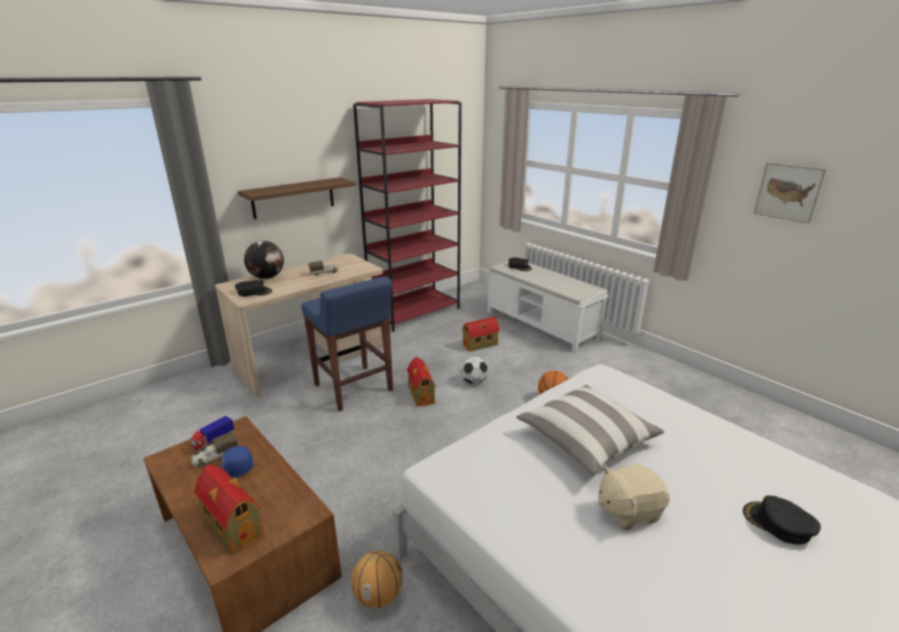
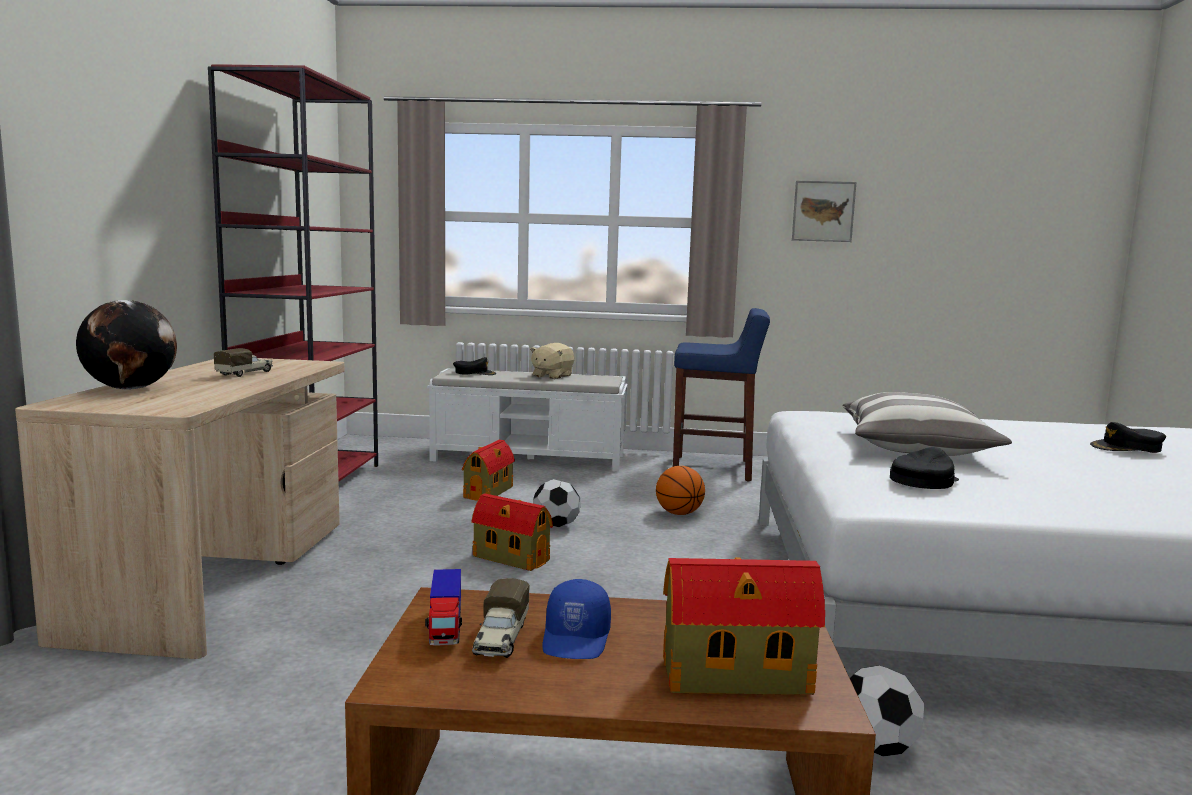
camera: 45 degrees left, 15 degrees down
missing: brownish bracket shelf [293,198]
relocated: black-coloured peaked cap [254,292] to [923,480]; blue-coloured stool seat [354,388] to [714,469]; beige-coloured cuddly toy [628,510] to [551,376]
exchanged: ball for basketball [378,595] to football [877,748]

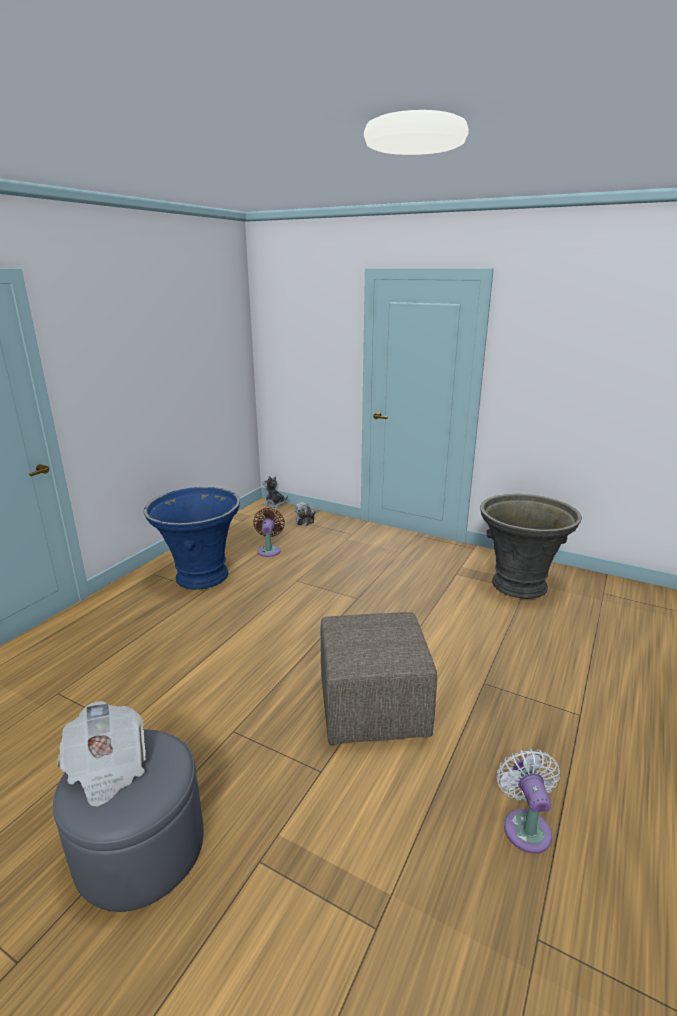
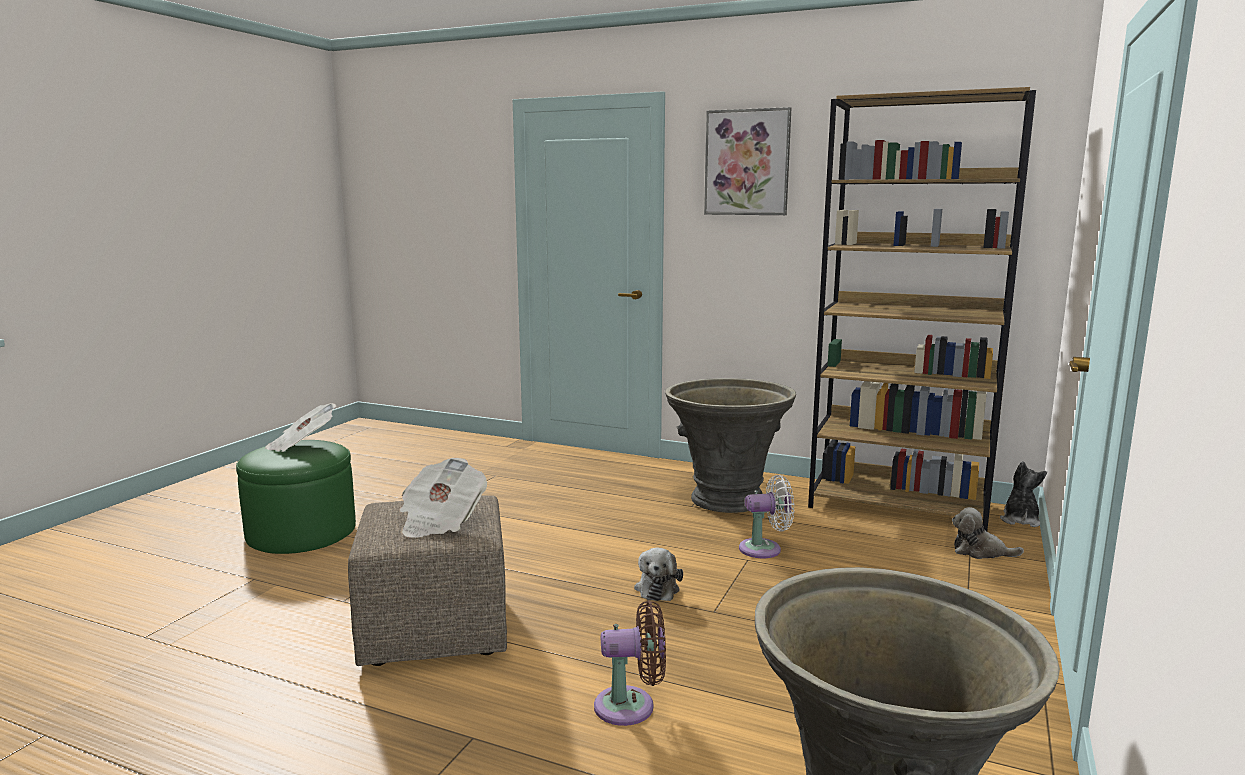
camera: 85 degrees right, 10 degrees down
appeared: printed paper [440,521]; cuddly toy [657,588]; picture [747,162]; brownish bookshelf [899,505]
relocated: brownish cooling fan [269,550] to [631,706]; white-coloured cooling fan [525,826] to [764,549]
colour: gray ottoman [140,847] to green ottoman [301,532]; blue-coloured planter [200,576] to gray planter [726,499]

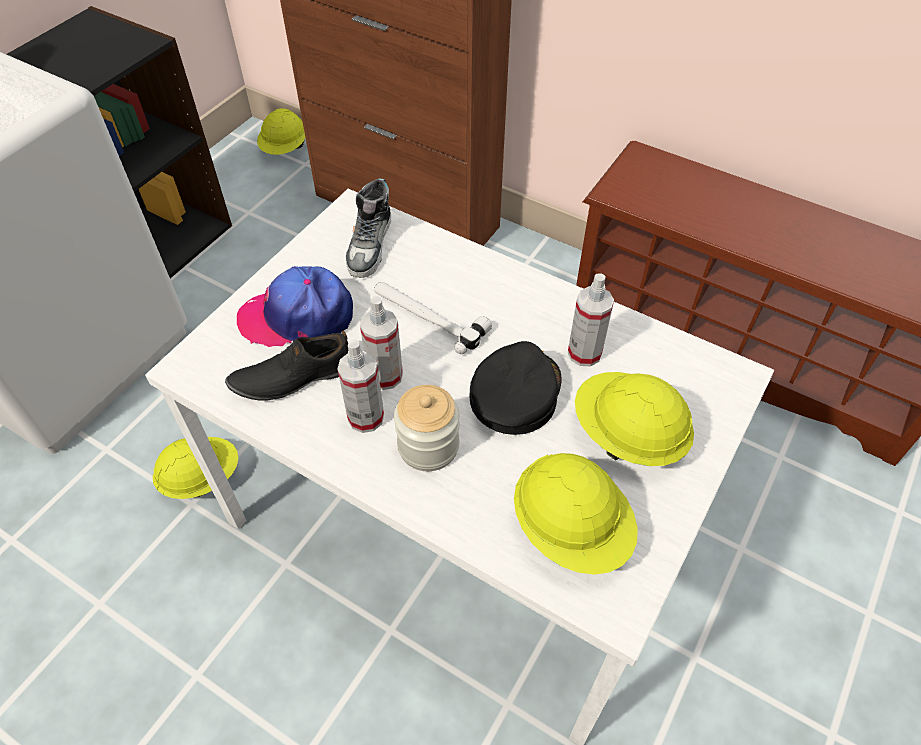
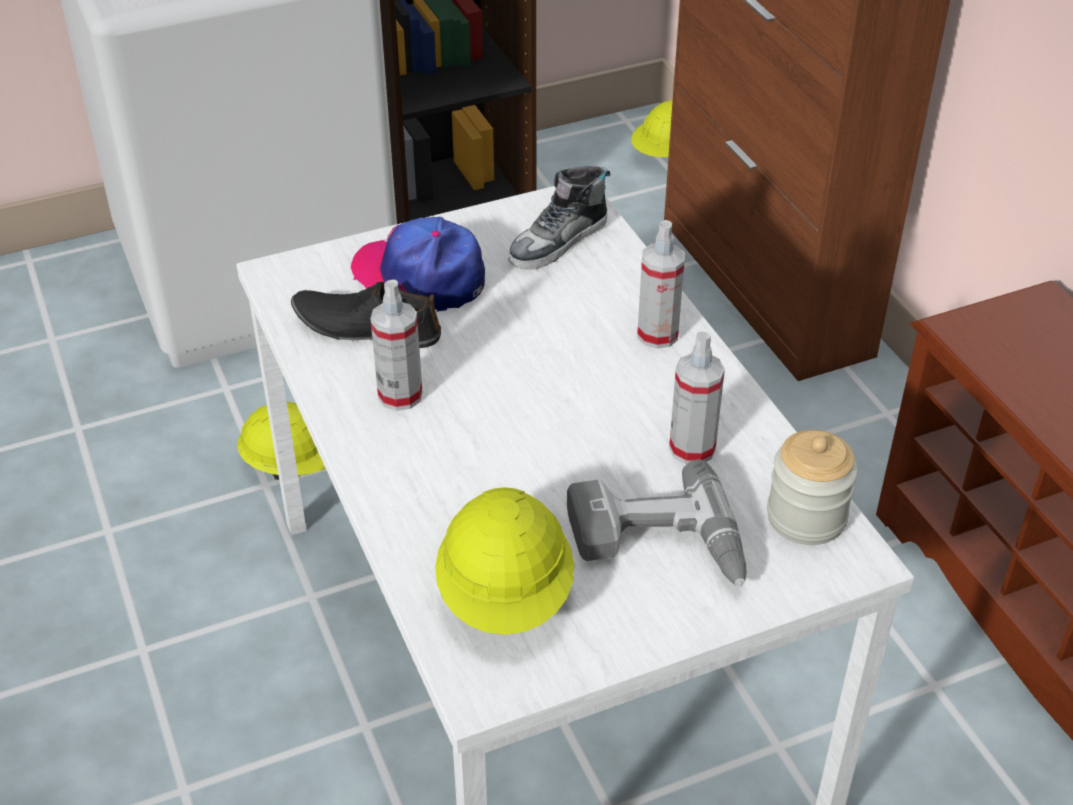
camera: 35 degrees right, 10 degrees down
missing: hand hammer [428,316]; black-coloured peaked cap [515,392]
relocated: sprayer [385,376] to [657,334]; preserve jar [428,446] to [806,517]
exchanged: yellowish hard hat [627,435] to electric drill [657,547]

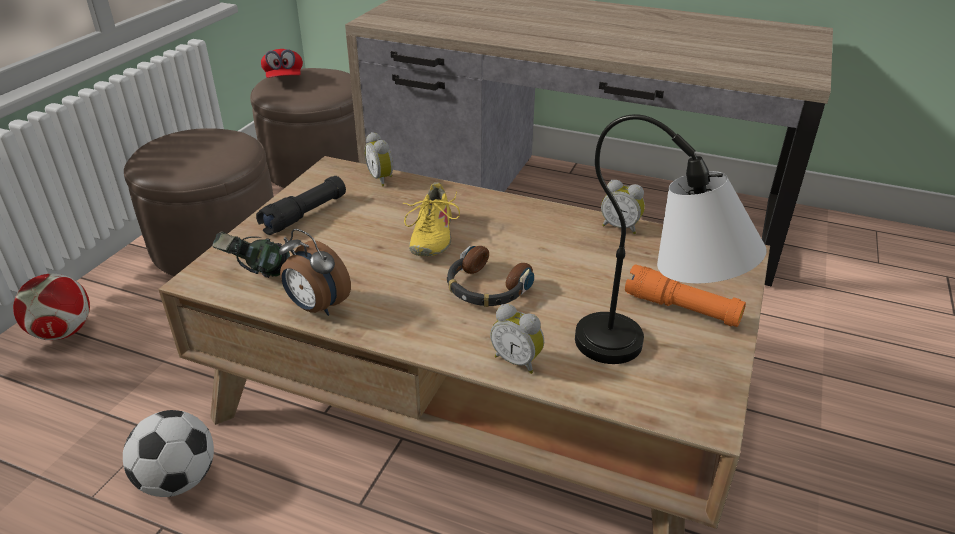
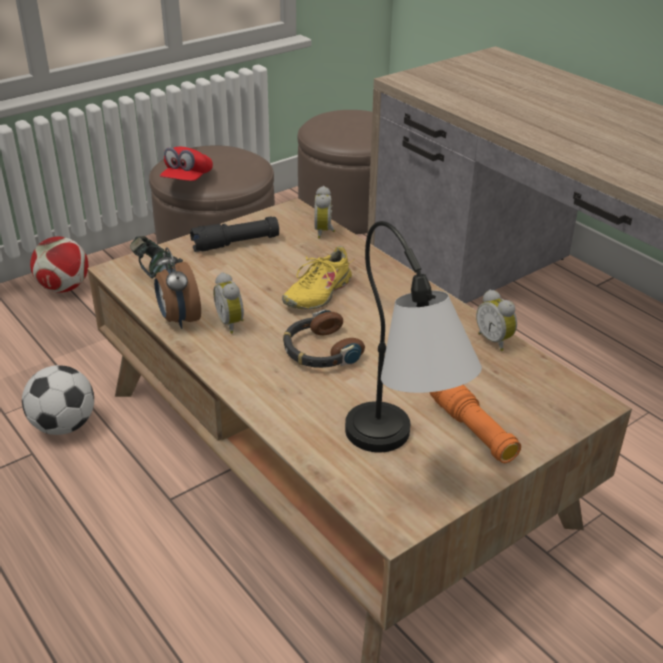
camera: 30 degrees right, 0 degrees up
relocated: red peaked cap [284,79] to [187,180]; table clock [517,360] to [232,323]

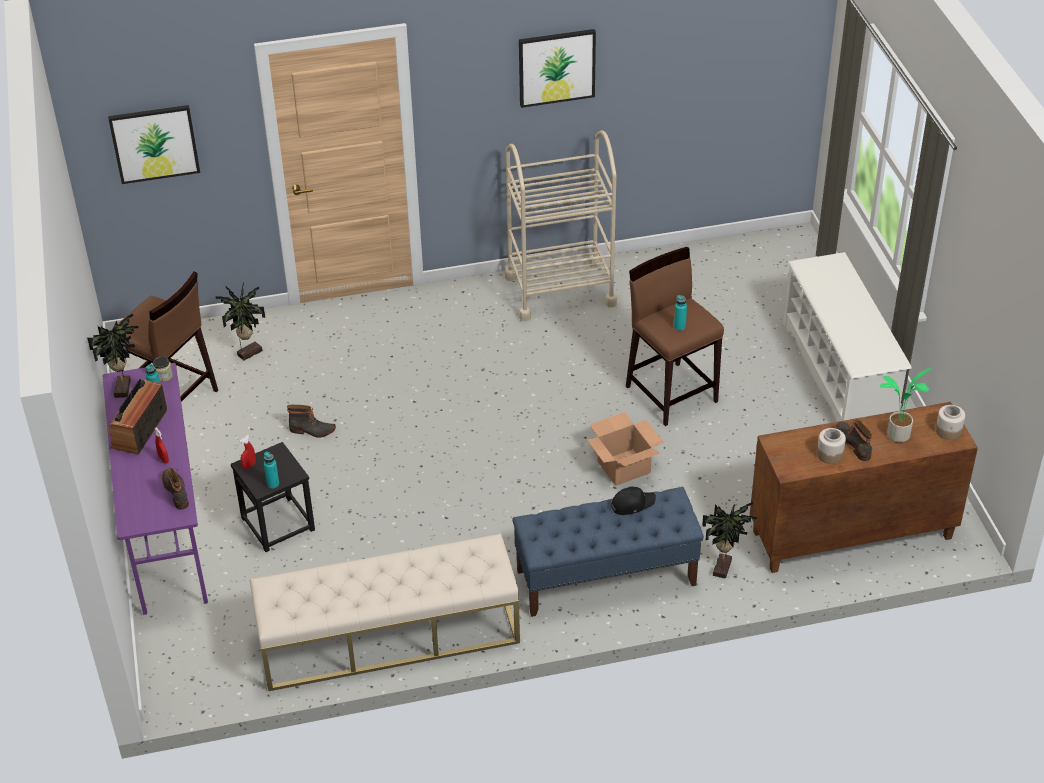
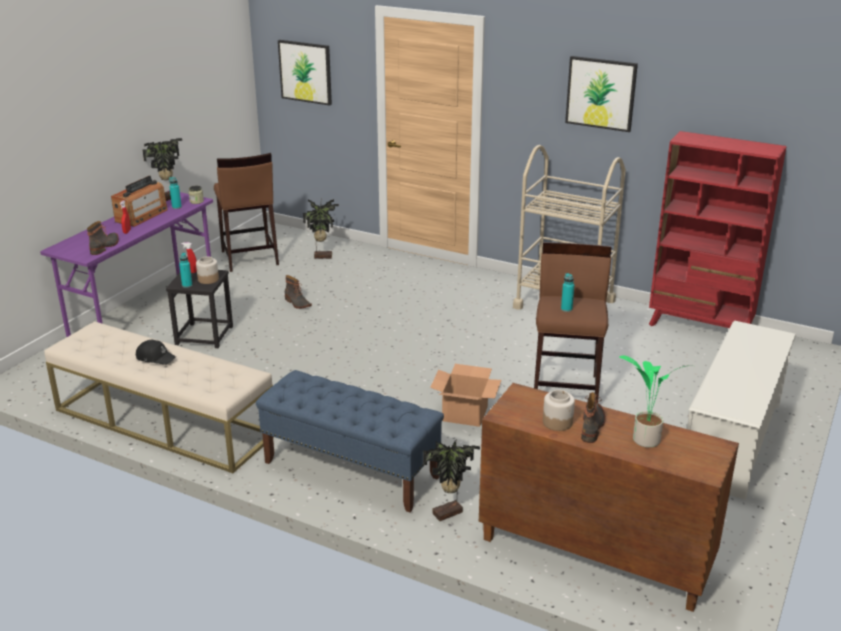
camera: 40 degrees right, 15 degrees down
appeared: red bookshelf [700,327]
relocated: black-coloured peaked cap [632,504] to [155,357]; preserve jar [948,431] to [208,279]
spun: radio set [140,429] = [141,216] 150 degrees clockwise

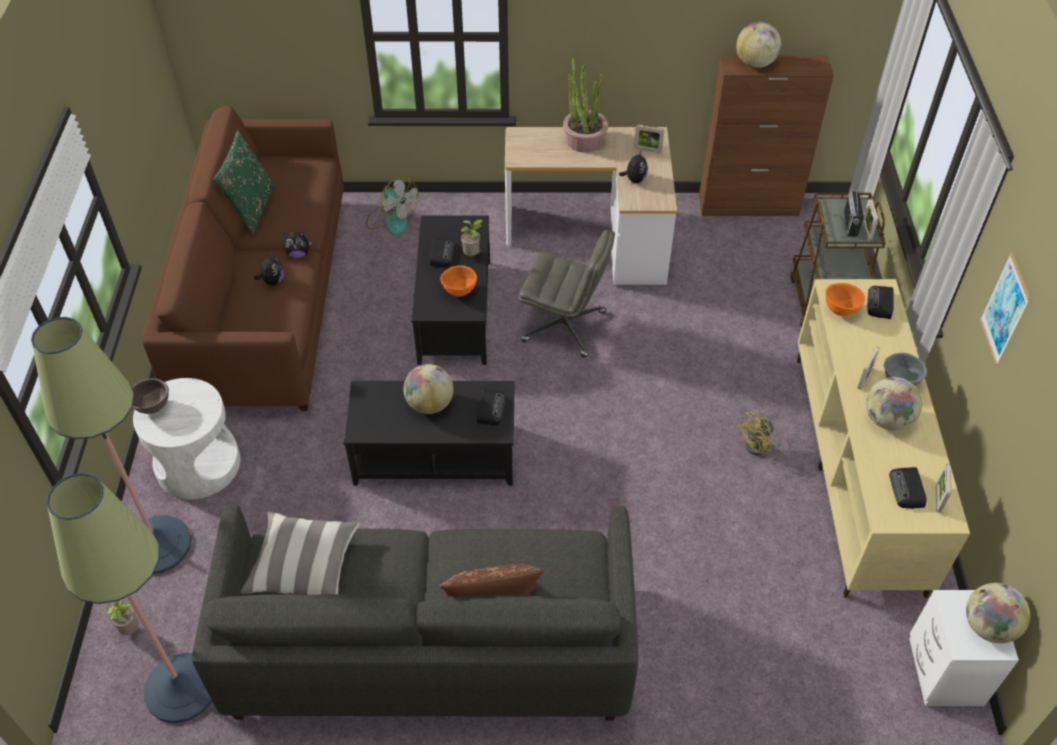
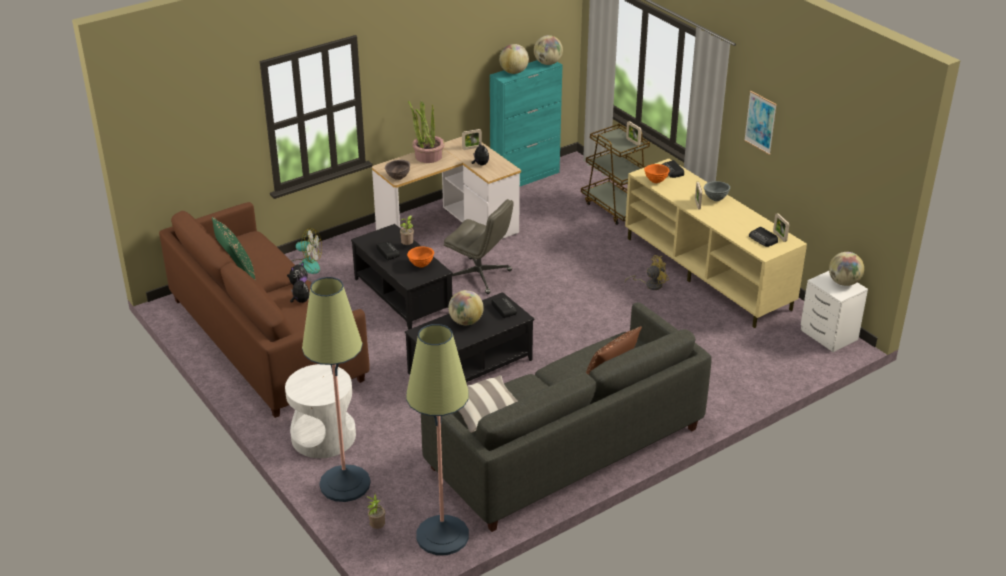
camera: 35 degrees left, 15 degrees down
missing: radio set [850,224]
relocated: brownish bowl [153,407] to [398,178]; globe [887,420] to [547,63]
colour: brownish storage cabinet [749,205] to turquoise storage cabinet [525,177]
spun: gray office chair [565,326] = [480,276] 45 degrees clockwise; yellowish cooling fan [762,448] = [650,285] 135 degrees counterclockwise

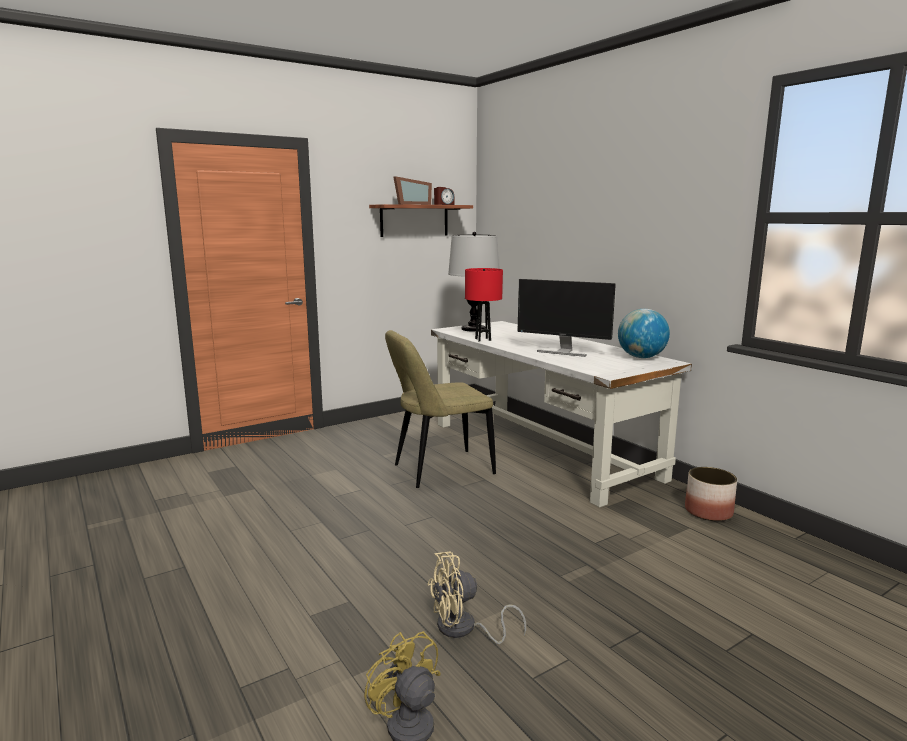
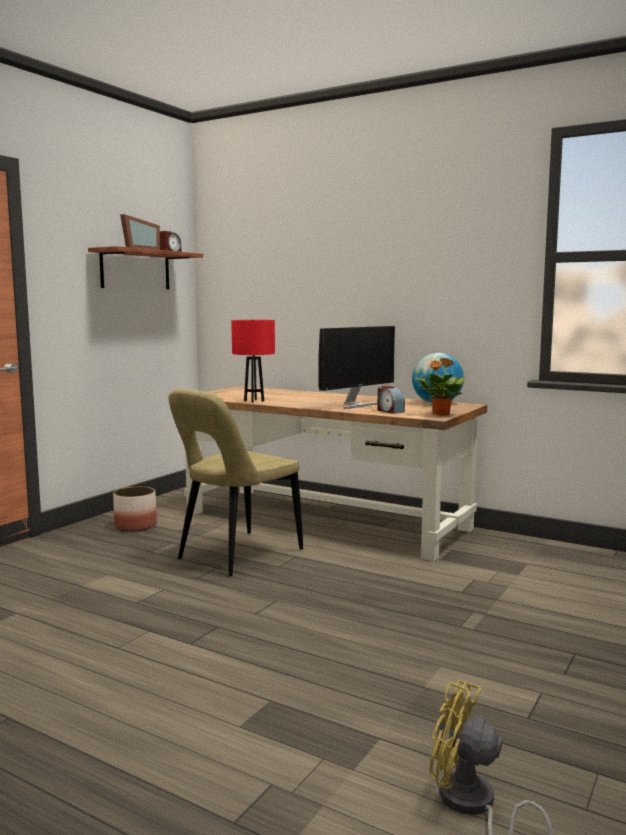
camera: 25 degrees left, 5 degrees down
missing: beige-coloured cooling fan [464,629]; table lamp [473,329]
appeared: table clock [390,411]; plant in a pot [440,414]
relocated: planter [708,512] to [135,526]
colour: white-coloured desk table [542,450] to brownish desk table [326,520]
spun: monitor [563,352] = [356,404] 45 degrees counterclockwise

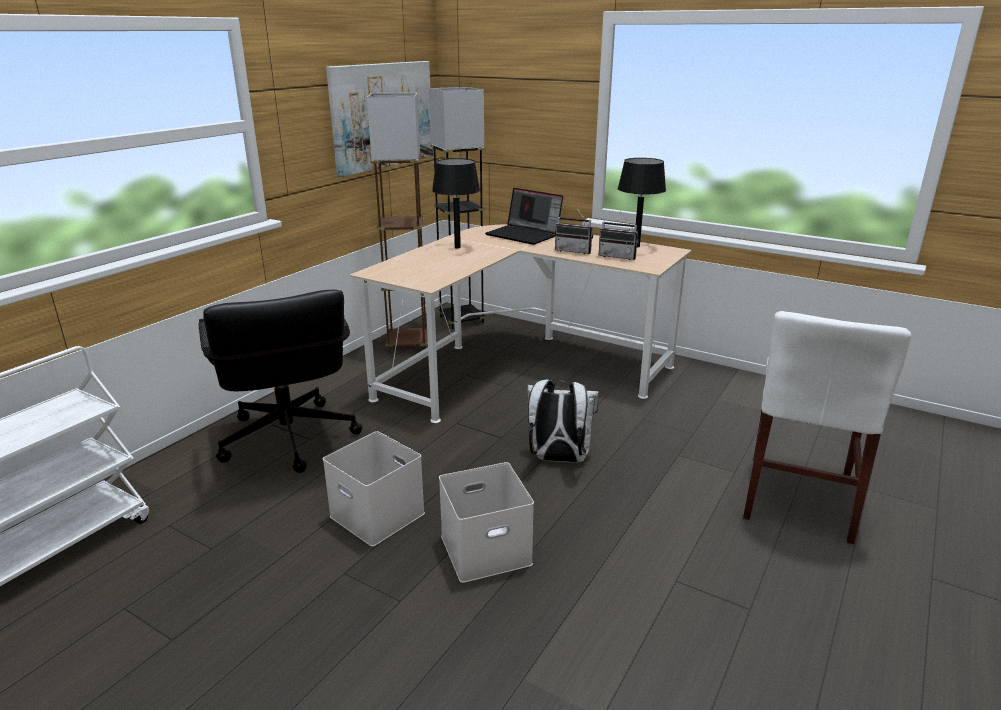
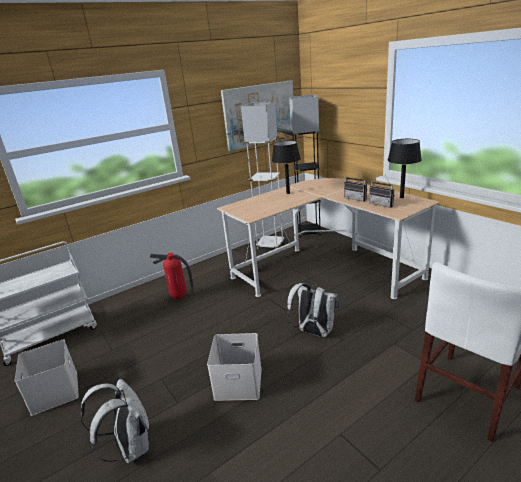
camera: 25 degrees right, 0 degrees up
missing: notebook computer [524,235]
appeared: white-coloured rucksack [130,447]
relocated: white-coloured storage container [375,515] to [54,391]
exchanged: black-coloured office chair [290,444] to extinguisher [179,298]
colour: brownish standing lamp [408,344] to white-coloured standing lamp [270,245]

